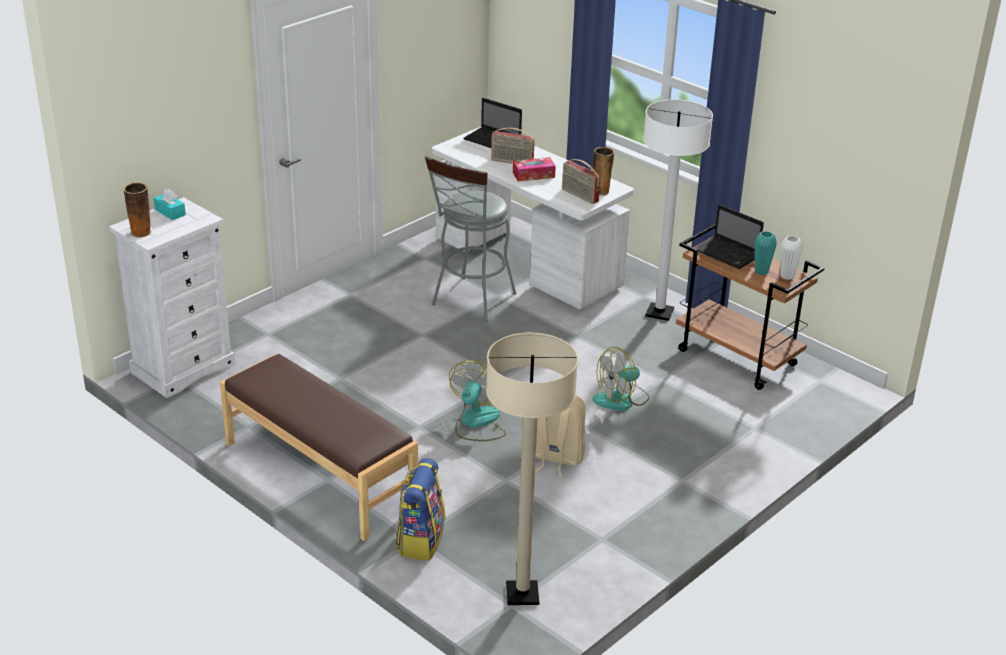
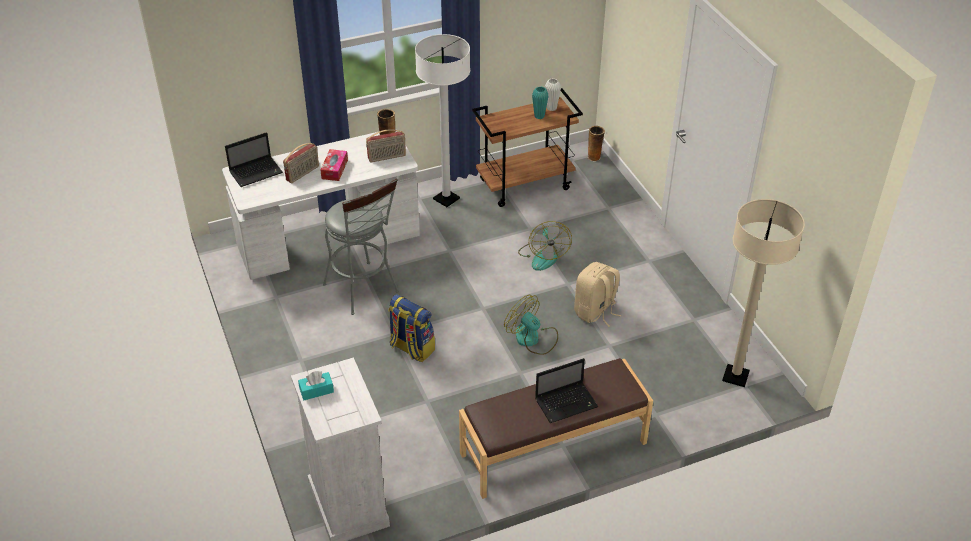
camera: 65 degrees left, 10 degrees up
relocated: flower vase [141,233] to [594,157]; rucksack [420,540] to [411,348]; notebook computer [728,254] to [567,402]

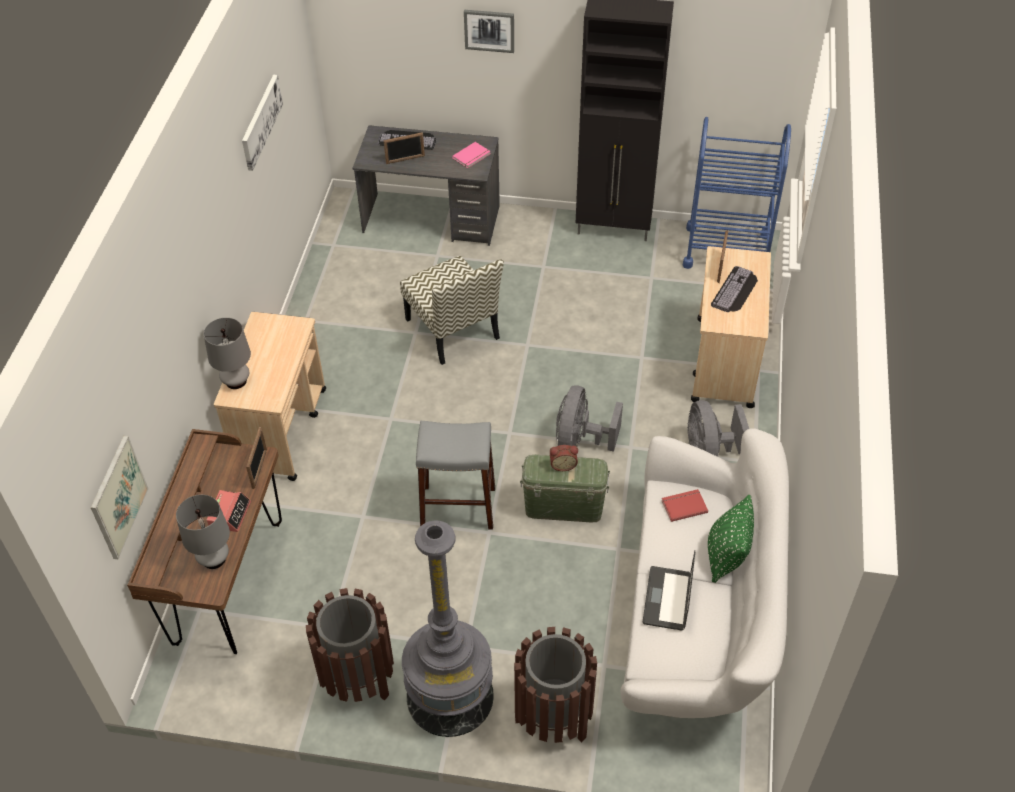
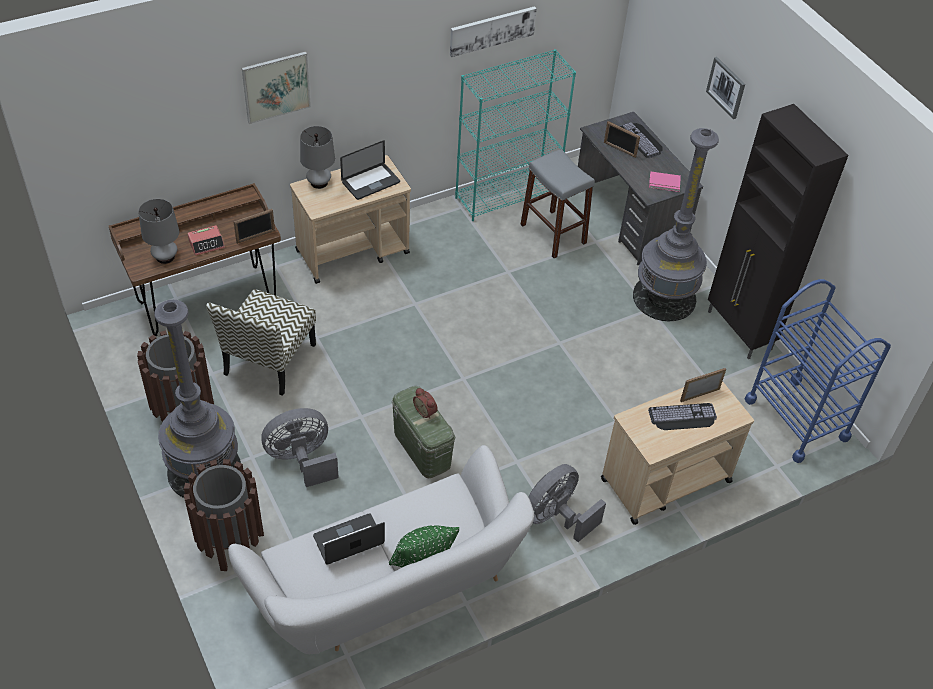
camera: 50 degrees right, 0 degrees up
missing: red bound book [683,505]
appeared: notebook computer [370,182]; turquoise bookshelf [507,195]; gray standing lamp [664,297]
relocated: picture [118,497] to [276,87]; chair [453,329] to [269,360]; gray stool seat [458,507] to [553,233]; gray cooling fan [580,441] to [302,460]

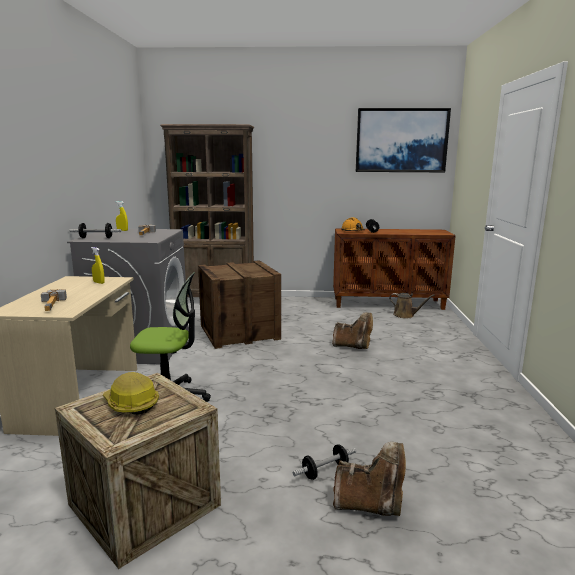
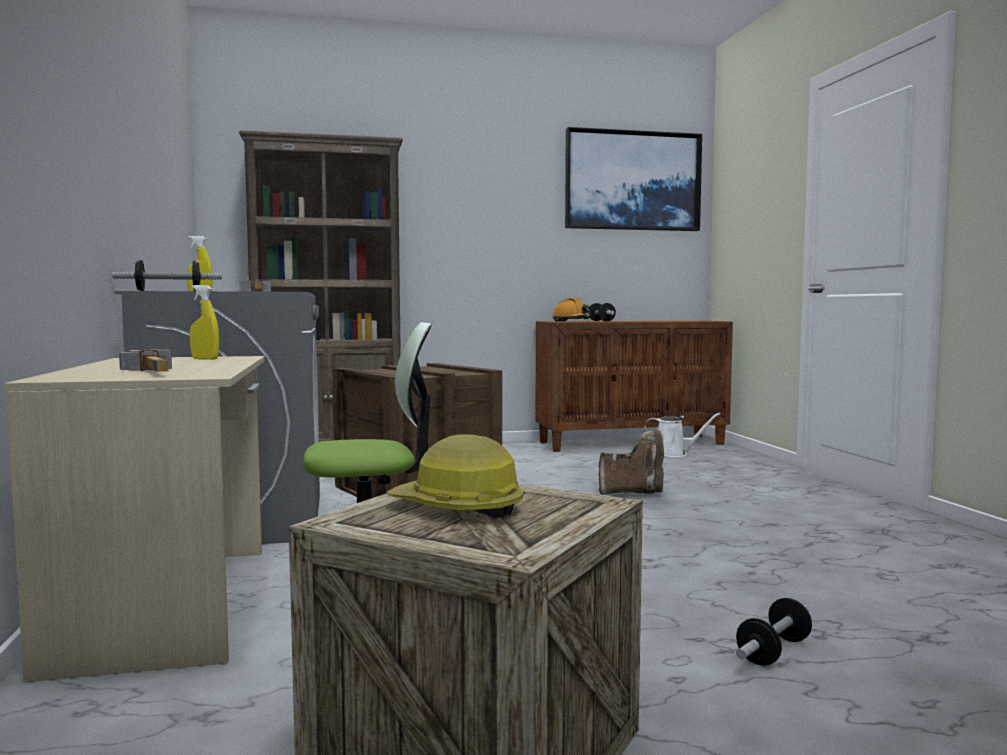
camera: 15 degrees left, 10 degrees down
missing: brownish tall boot [371,506]
colour: brownish sprinkling can [405,315] to white-coloured sprinkling can [673,454]

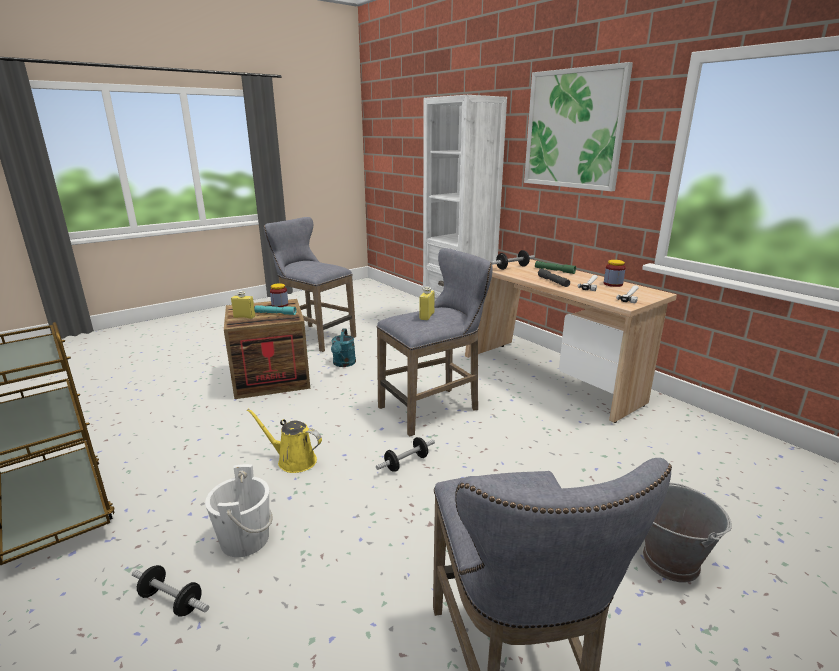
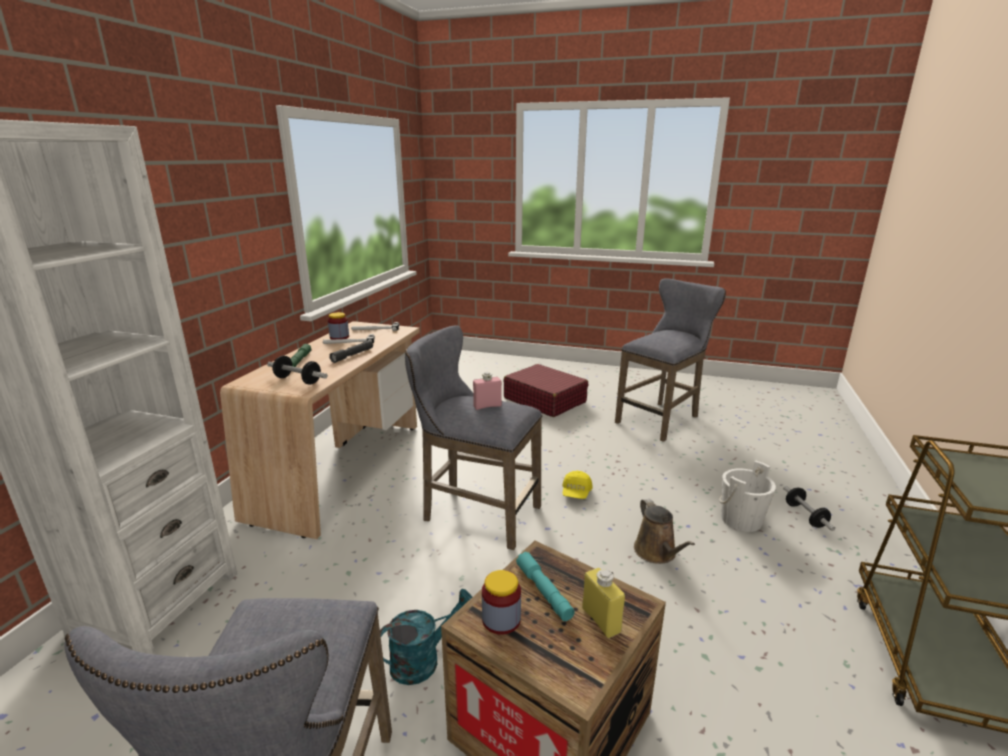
camera: 125 degrees left, 0 degrees up
missing: picture [573,129]
exchanged: hand weight [406,463] to yellowish peaked cap [576,493]; gray pail [670,560] to red suitcase [544,400]
colour: yellowish sprinkling can [293,460] to brownish sprinkling can [657,553]; yellowish beverage bottle [427,316] to pinkish beverage bottle [487,406]

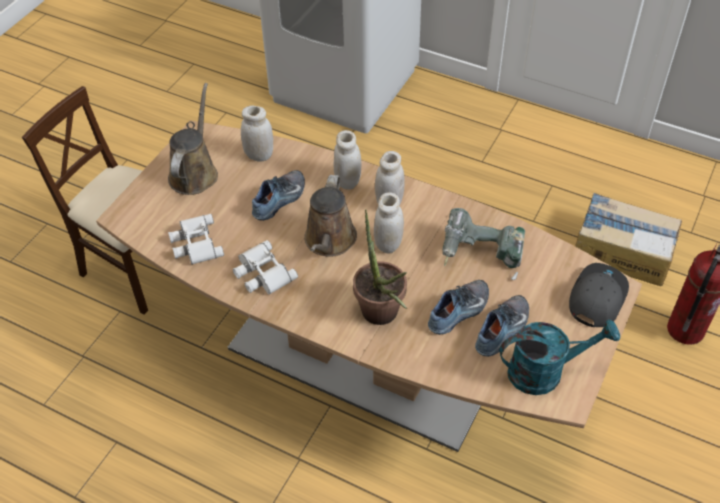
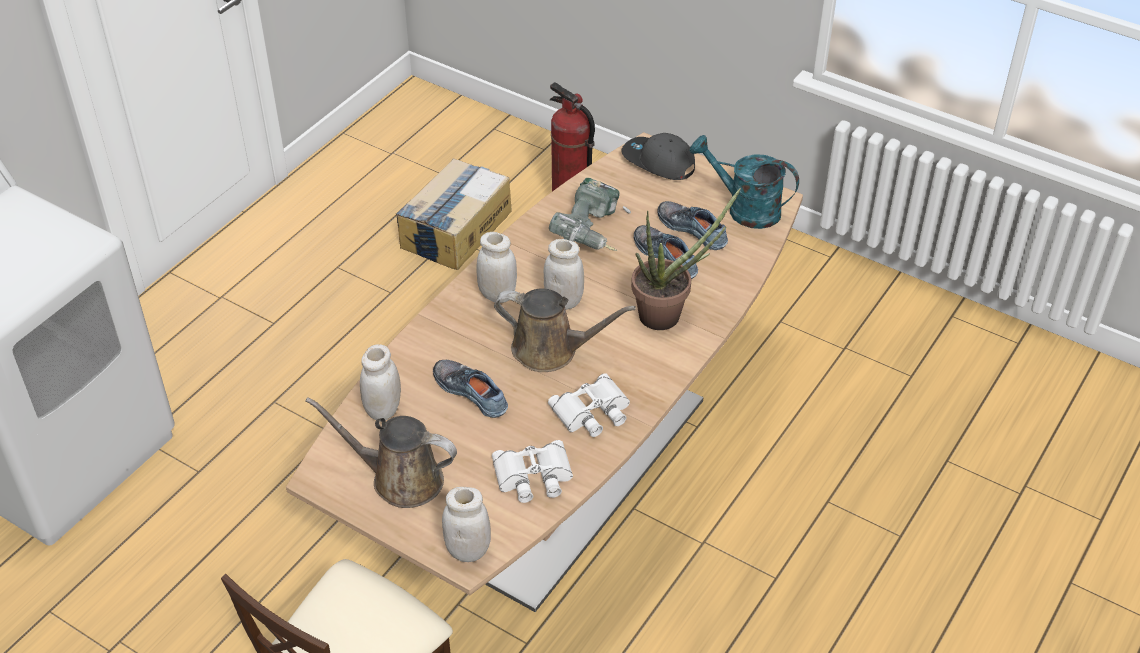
camera: 85 degrees left, 5 degrees down
relocated: white-coloured preserve jar [347,181] to [468,550]
spun: turquoise sprinkling can [545,371] = [744,209] 60 degrees counterclockwise

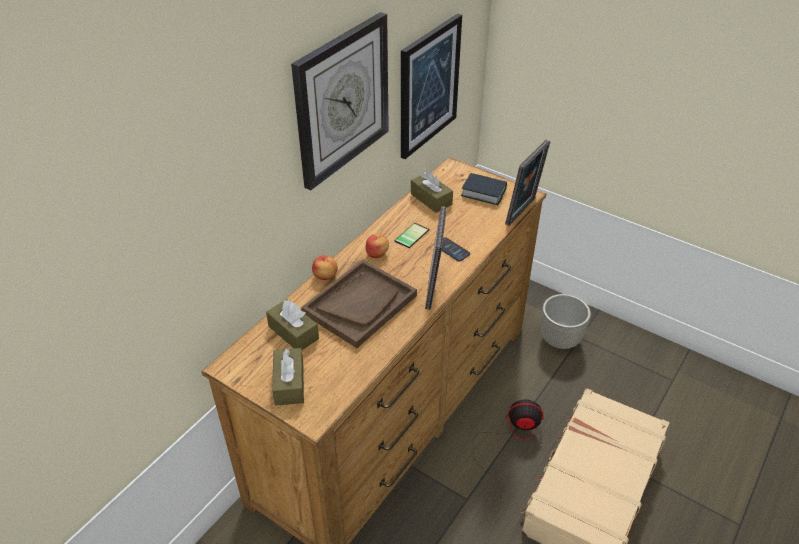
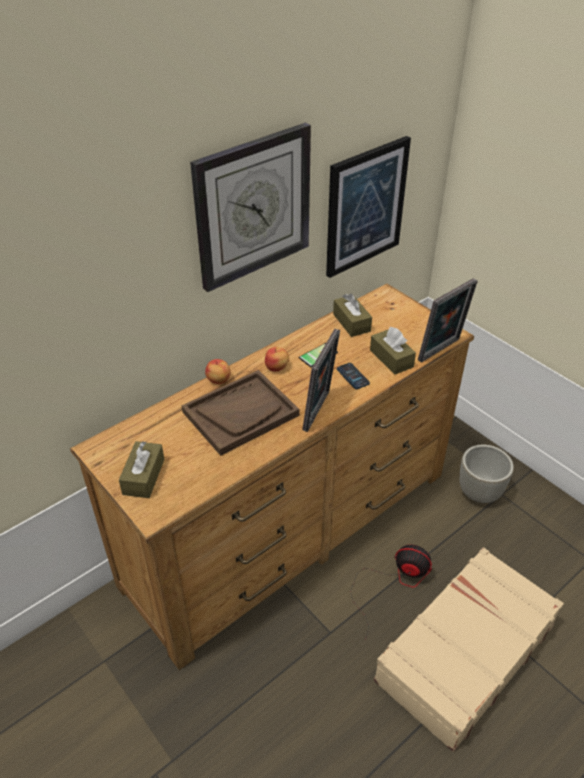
camera: 15 degrees right, 0 degrees up
missing: bound book [483,192]
relocated: brownish tissue box [293,332] to [391,358]

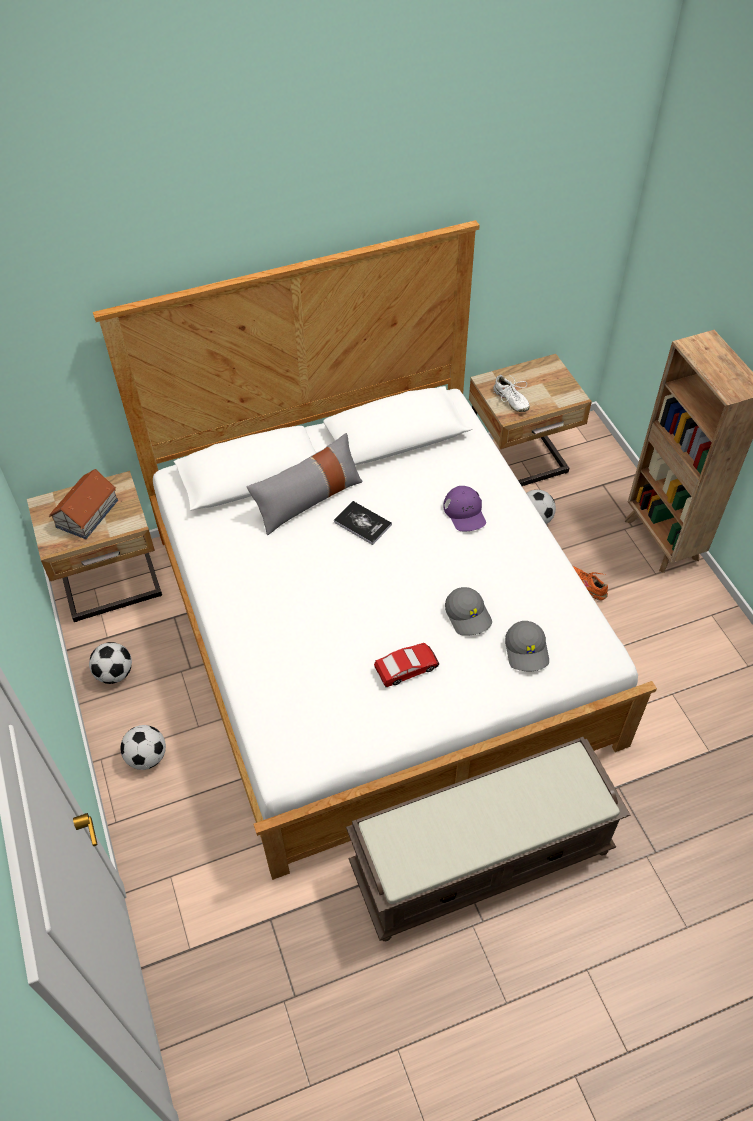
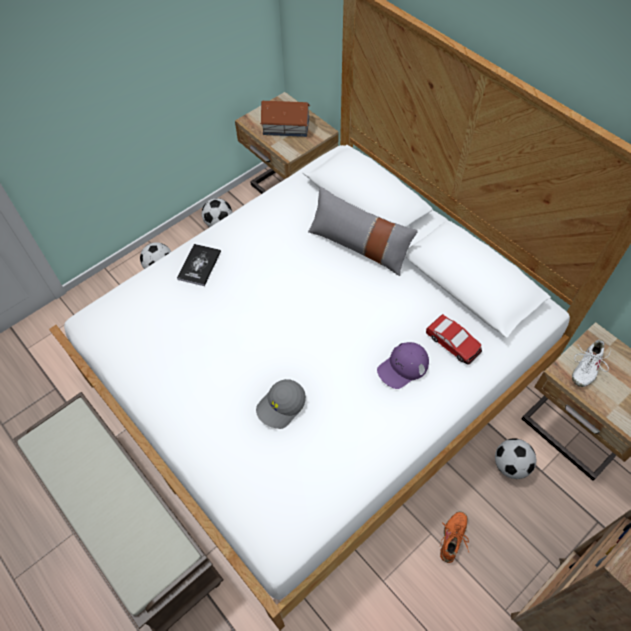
camera: 70 degrees right, 5 degrees up
missing: gray peaked cap [527,651]
relocated: bound book [362,523] to [199,265]; model car [407,668] to [453,343]

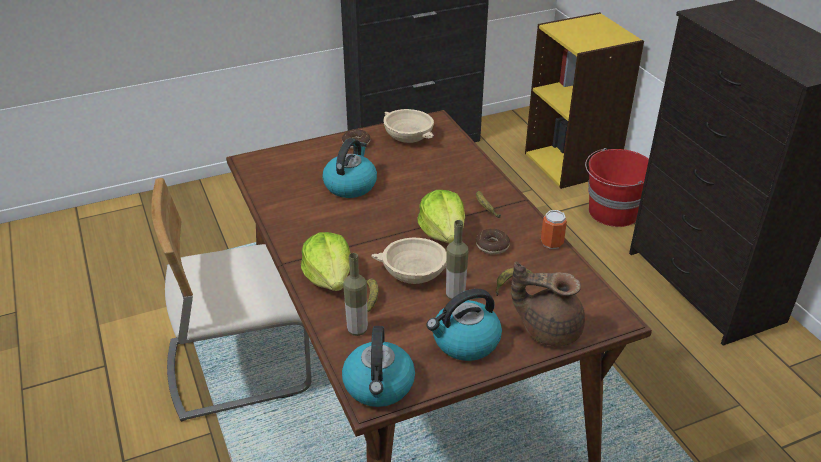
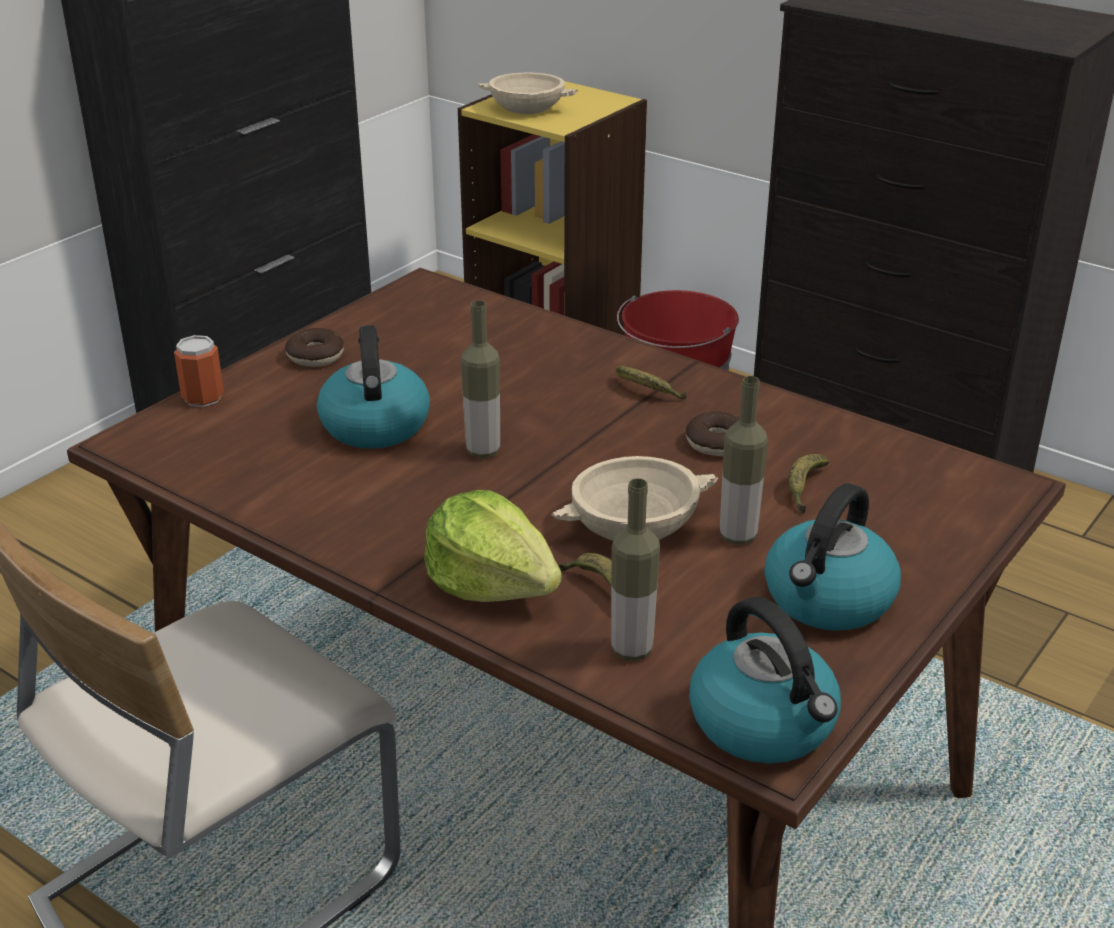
camera: 30 degrees left, 5 degrees down
missing: head of lettuce [443,232]; brownish tea pot [548,329]
appeared: beverage bottle [483,451]
relocated: beige-coloured bowl [407,136] to [526,109]; metal can [551,242] to [203,398]

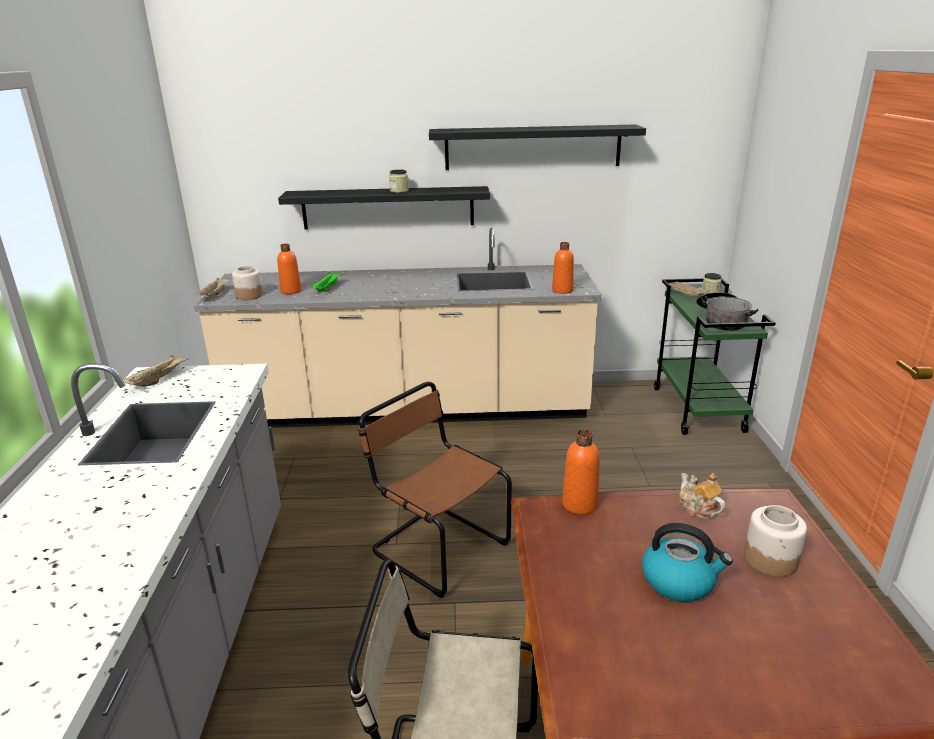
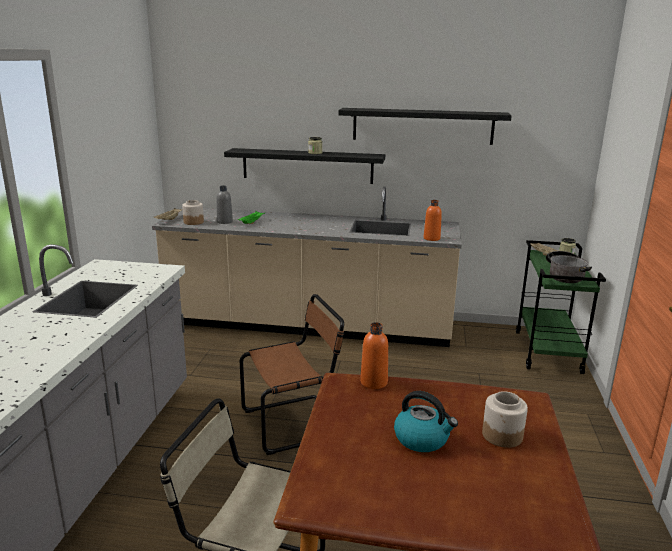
camera: 10 degrees right, 5 degrees down
missing: beige-coloured tray [158,380]; tea pot [698,509]
colour: orange beverage bottle [291,291] to gray beverage bottle [224,222]
spun: brownish chair [436,546] = [295,423] 105 degrees clockwise

